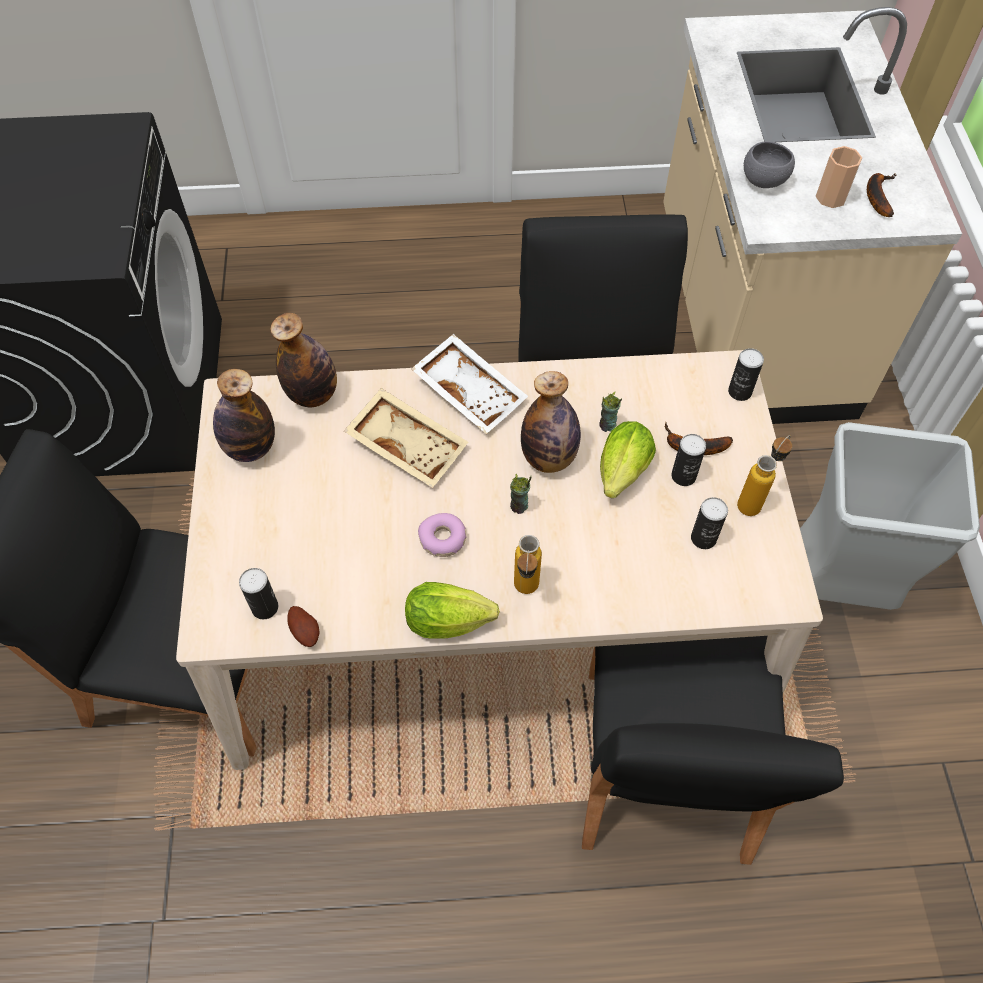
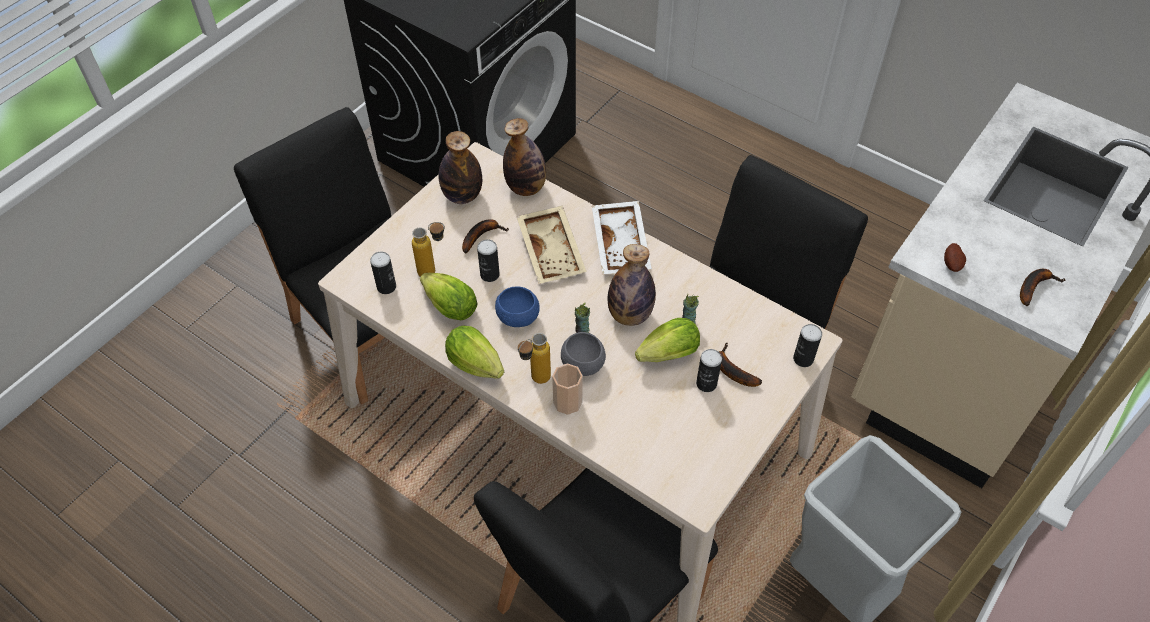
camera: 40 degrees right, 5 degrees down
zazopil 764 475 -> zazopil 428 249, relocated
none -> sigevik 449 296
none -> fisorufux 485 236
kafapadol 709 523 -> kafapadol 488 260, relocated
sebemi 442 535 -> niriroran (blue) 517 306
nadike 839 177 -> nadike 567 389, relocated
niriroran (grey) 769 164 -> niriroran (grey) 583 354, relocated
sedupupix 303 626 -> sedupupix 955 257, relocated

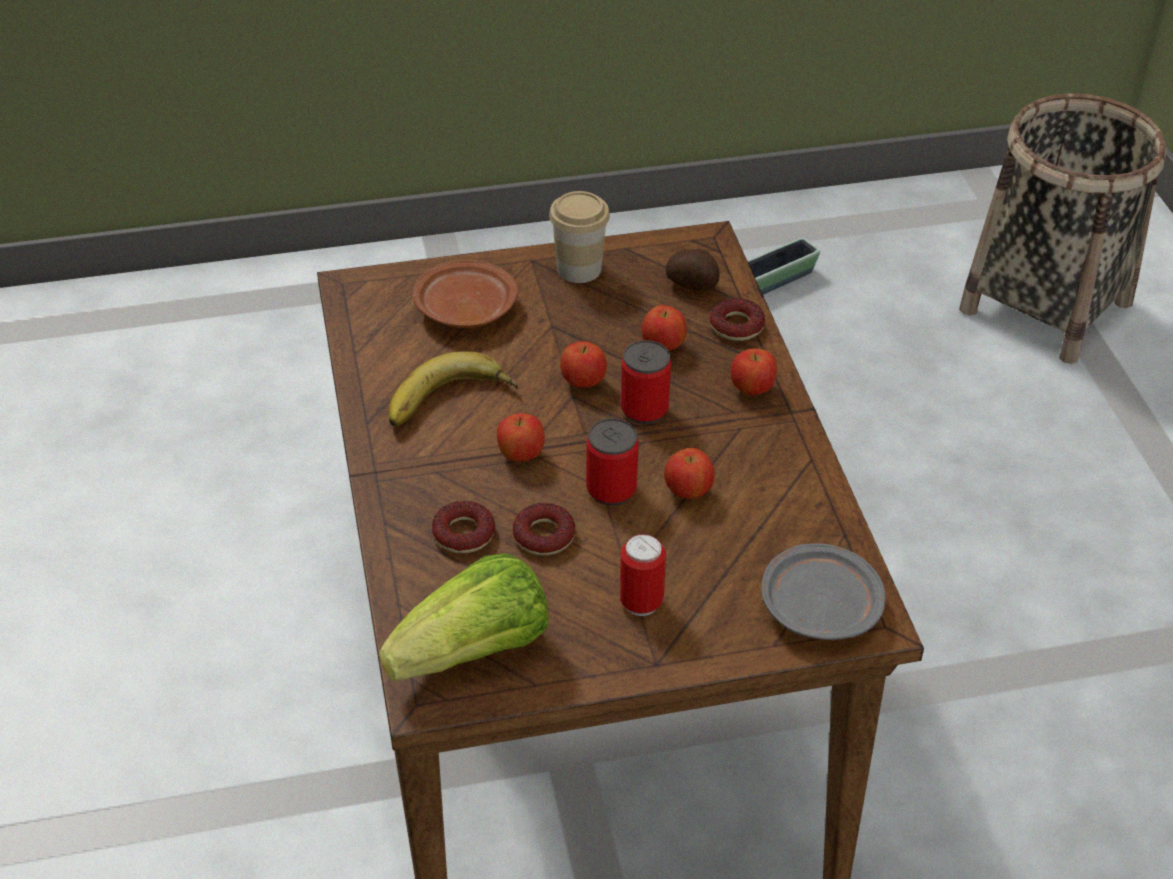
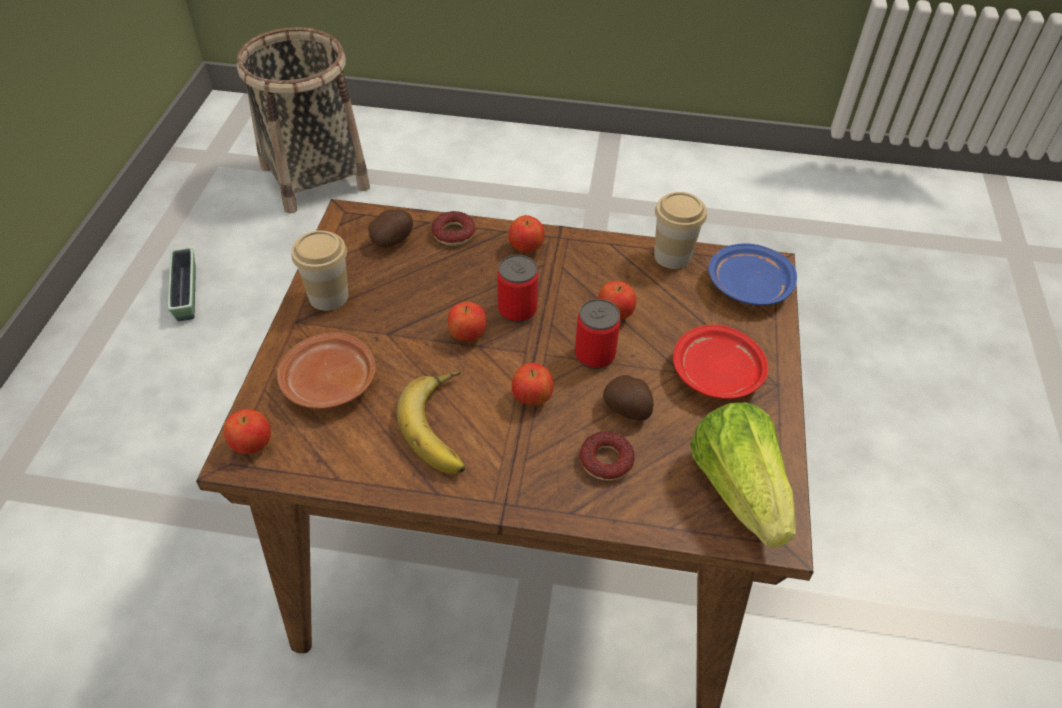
camera: 70 degrees left, 5 degrees up
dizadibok 664 328 -> dizadibok 247 431, relocated
sebemi 543 529 -> sedupupix 628 398
none -> nadike 680 230
kafapadol 643 575 -> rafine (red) 720 362
rafine (grey) 823 591 -> rafine (blue) 752 274

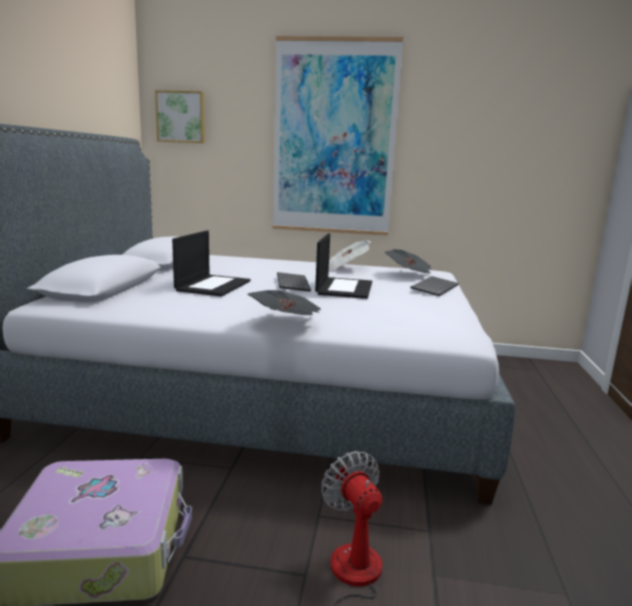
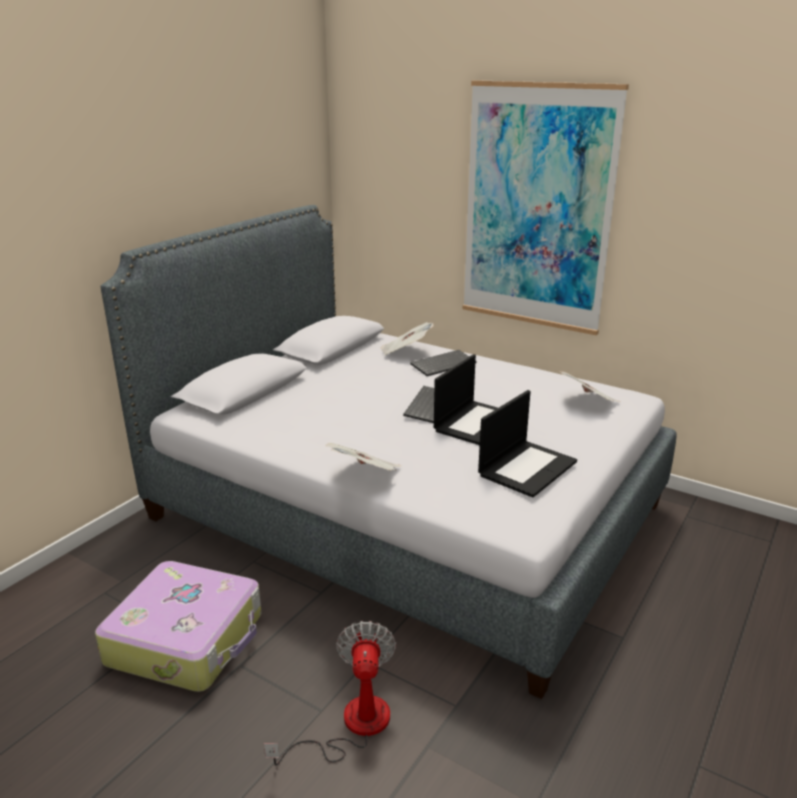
camera: 25 degrees right, 10 degrees up
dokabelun 350 254 -> dokabelun 407 338, relocated
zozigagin 434 286 -> zozigagin 443 363, relocated
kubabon 211 263 -> kubabon 527 444, relocated
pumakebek 180 116 -> none

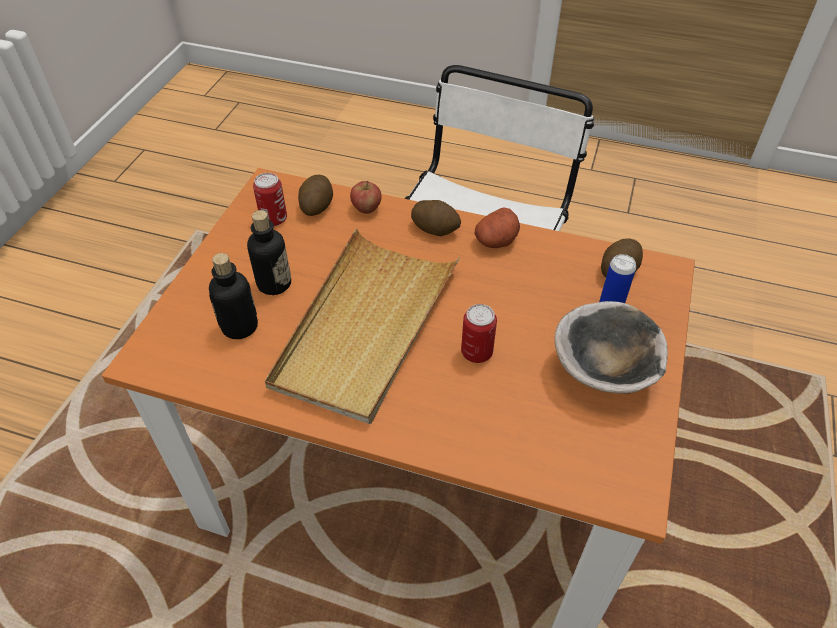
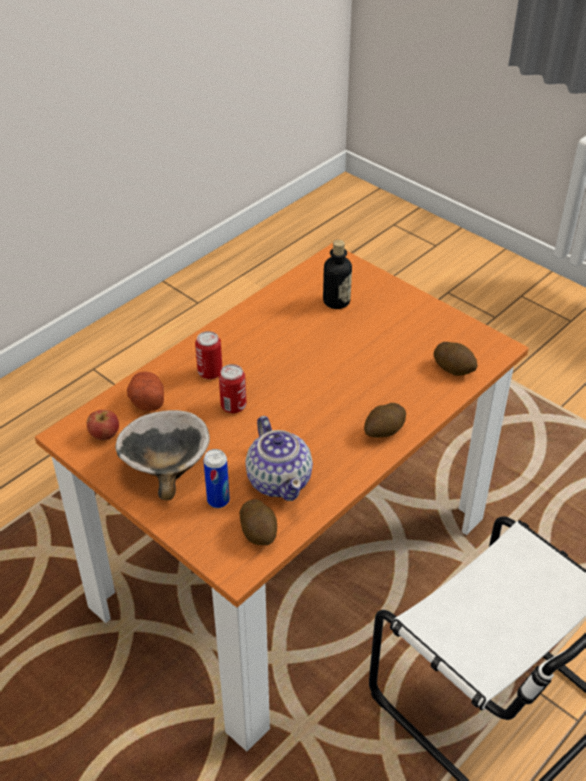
camera: 115 degrees right, 5 degrees down
dizadibok 365 197 -> dizadibok 103 425, relocated
sedupupix 497 227 -> sedupupix 145 391, relocated
kafapadol 270 199 -> kafapadol 208 355, relocated
none -> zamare 279 458
zazopil 269 252 -> none
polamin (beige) 363 326 -> none

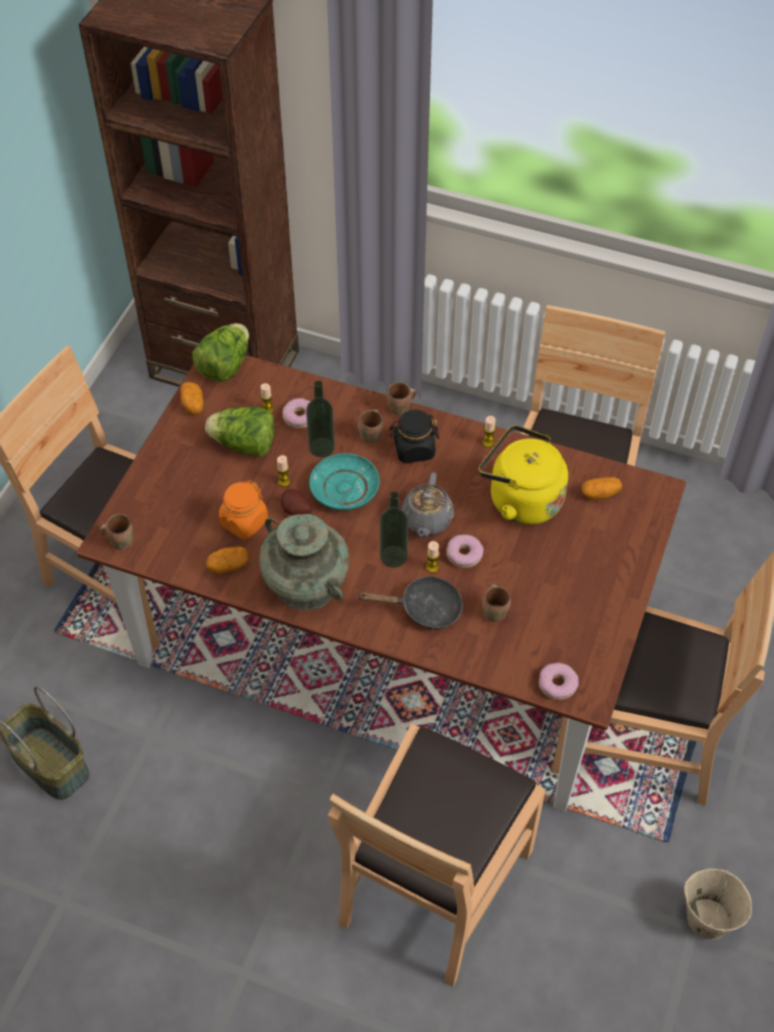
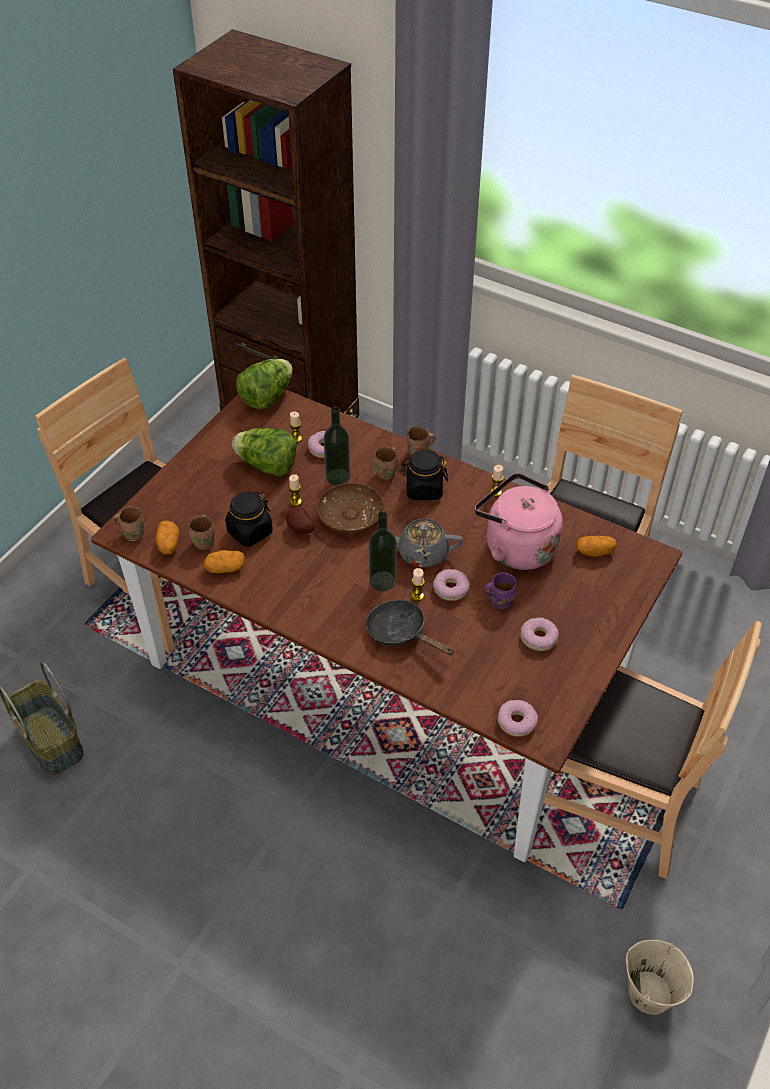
camera: 10 degrees right, 5 degrees down
sedupupix 192 398 -> sedupupix 167 537, relocated
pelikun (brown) 496 603 -> pelikun (brown) 201 532, relocated
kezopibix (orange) 243 509 -> kezopibix (black) 249 519
rafine (turquoise) 344 481 -> rafine (brown) 350 508
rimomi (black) 410 602 -> rimomi (black) 410 628, 150 degrees counterclockwise
zamare (grey) 427 505 -> zamare (grey) 426 542, 75 degrees clockwise
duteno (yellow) 523 475 -> duteno (pink) 519 521
none -> pelikun (purple) 500 590
none -> sebemi 540 634
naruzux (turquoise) 304 562 -> none
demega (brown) 437 855 -> none

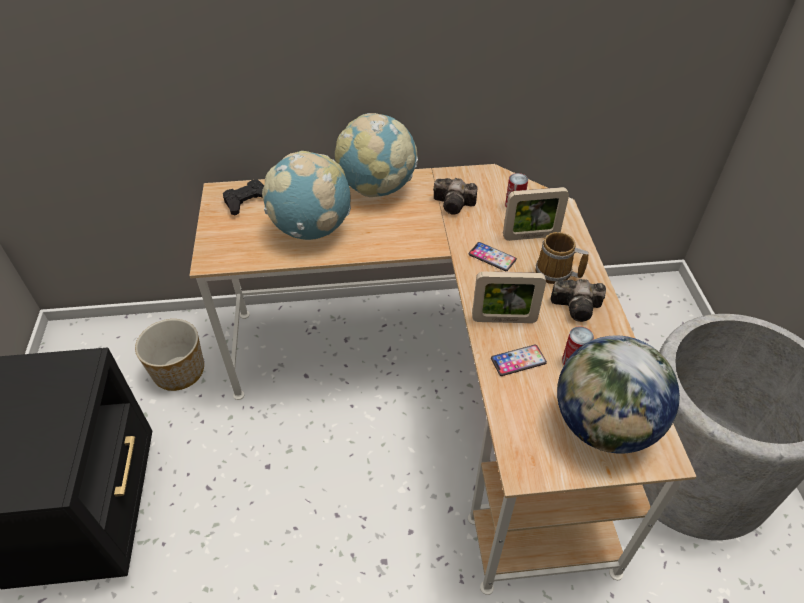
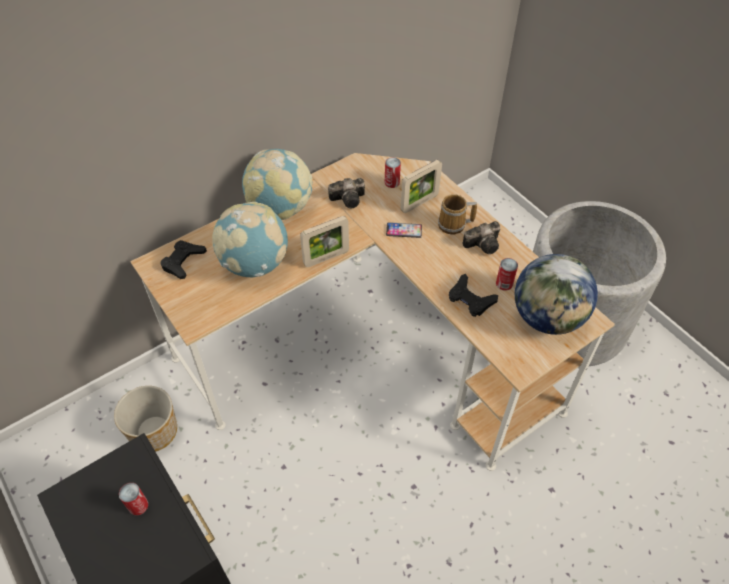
camera: 30 degrees left, 5 degrees up
none -> kafapadol 133 499
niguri 509 297 -> niguri 324 241, relocated
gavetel 519 360 -> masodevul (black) 473 295

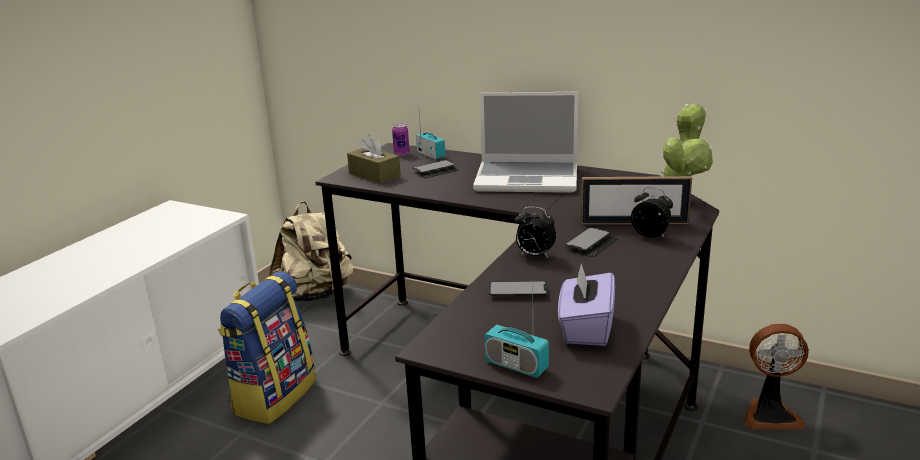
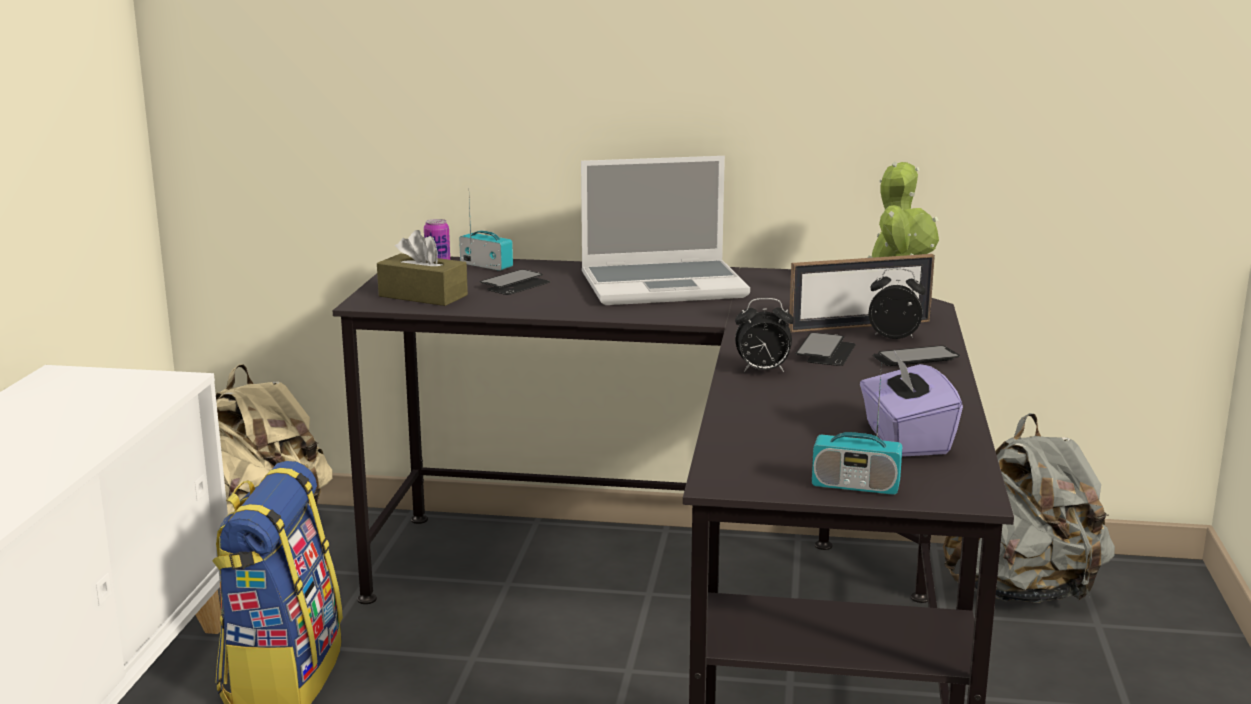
camera: 20 degrees left, 5 degrees down
gavetel 518 288 -> gavetel 916 355, relocated
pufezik 776 376 -> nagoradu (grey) 1029 508

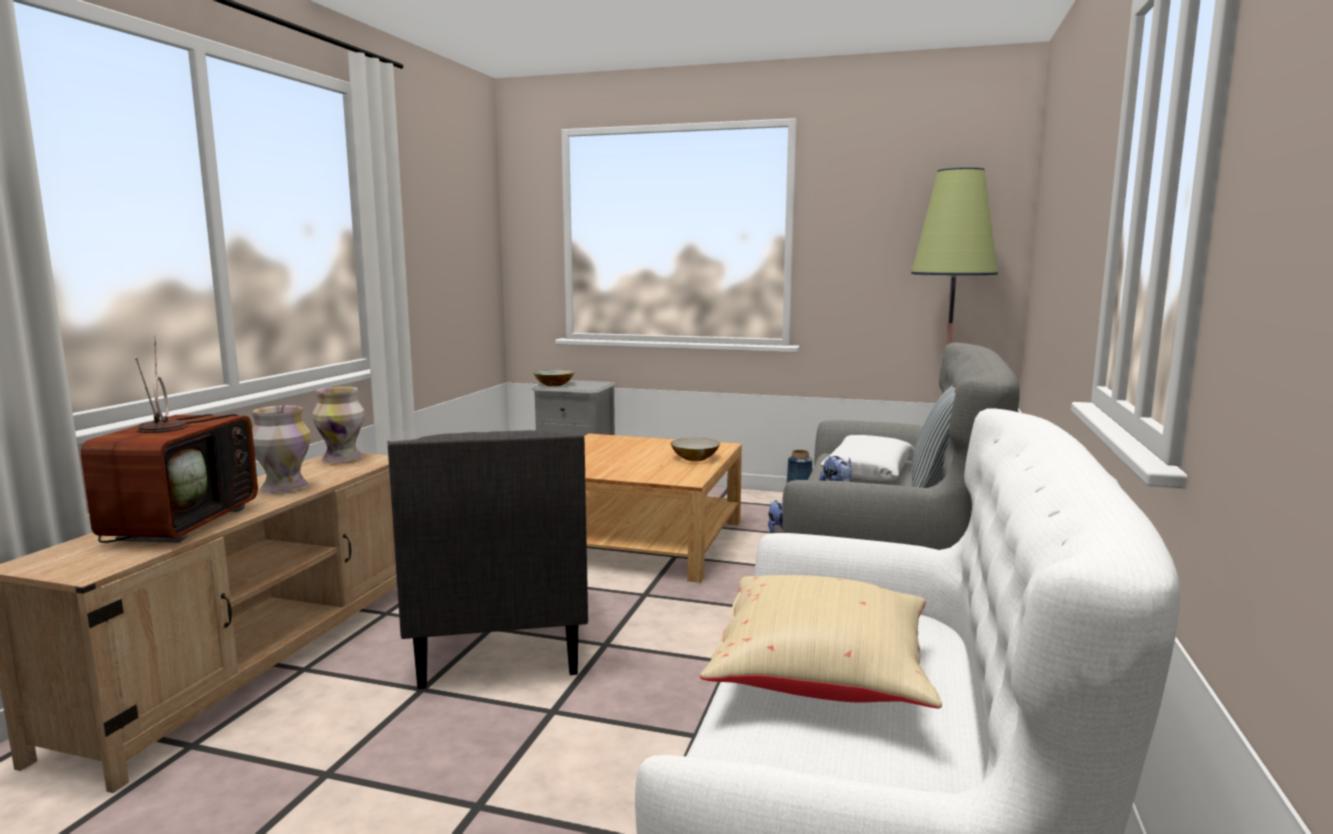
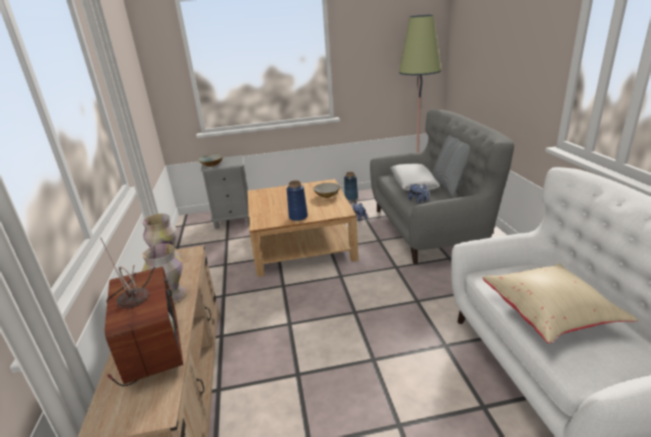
camera: 25 degrees left, 15 degrees up
none -> naruzux (blue) 297 200
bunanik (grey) 487 559 -> none

